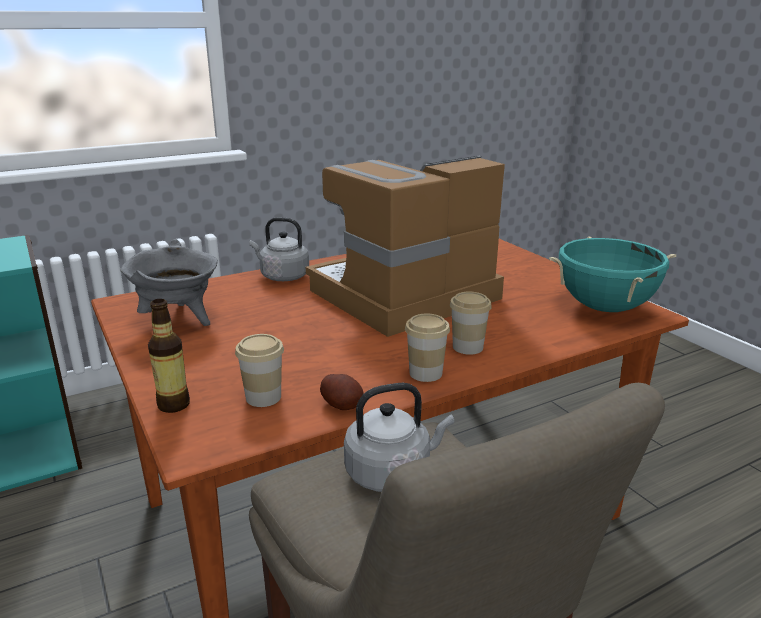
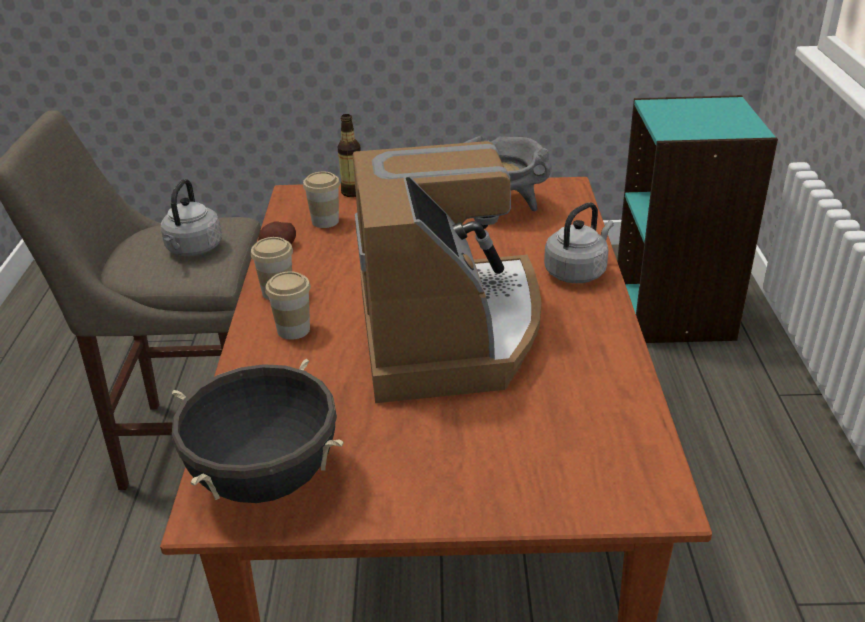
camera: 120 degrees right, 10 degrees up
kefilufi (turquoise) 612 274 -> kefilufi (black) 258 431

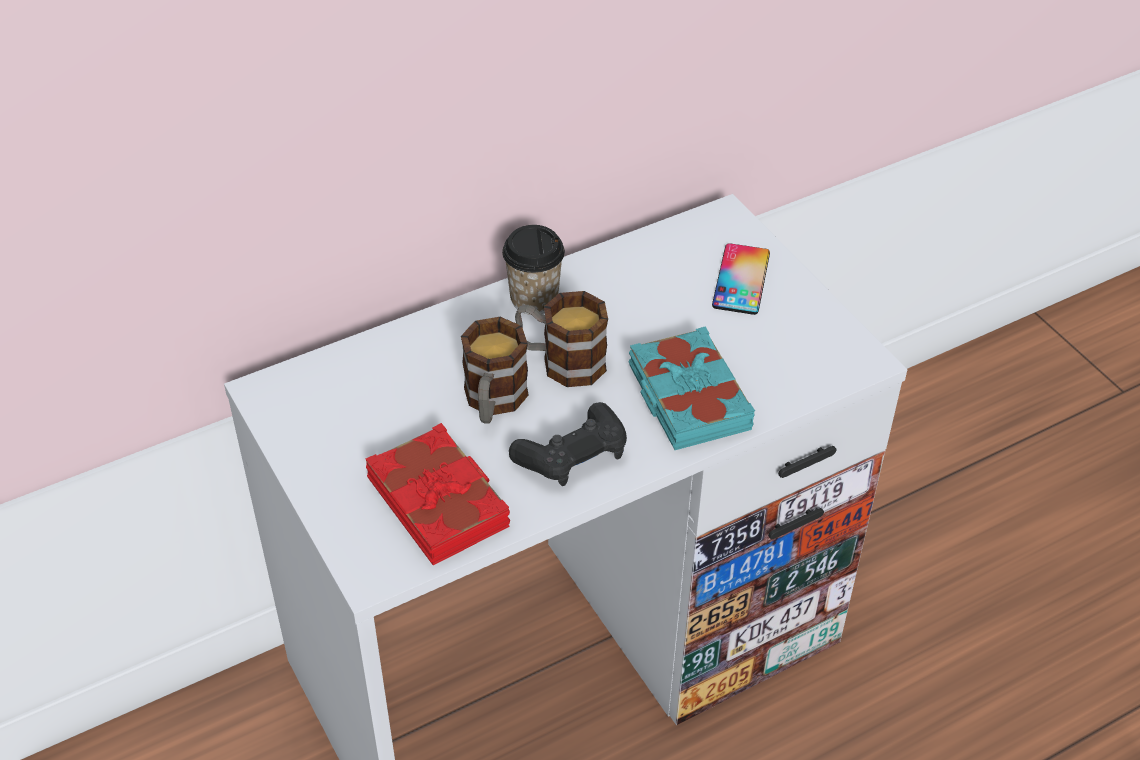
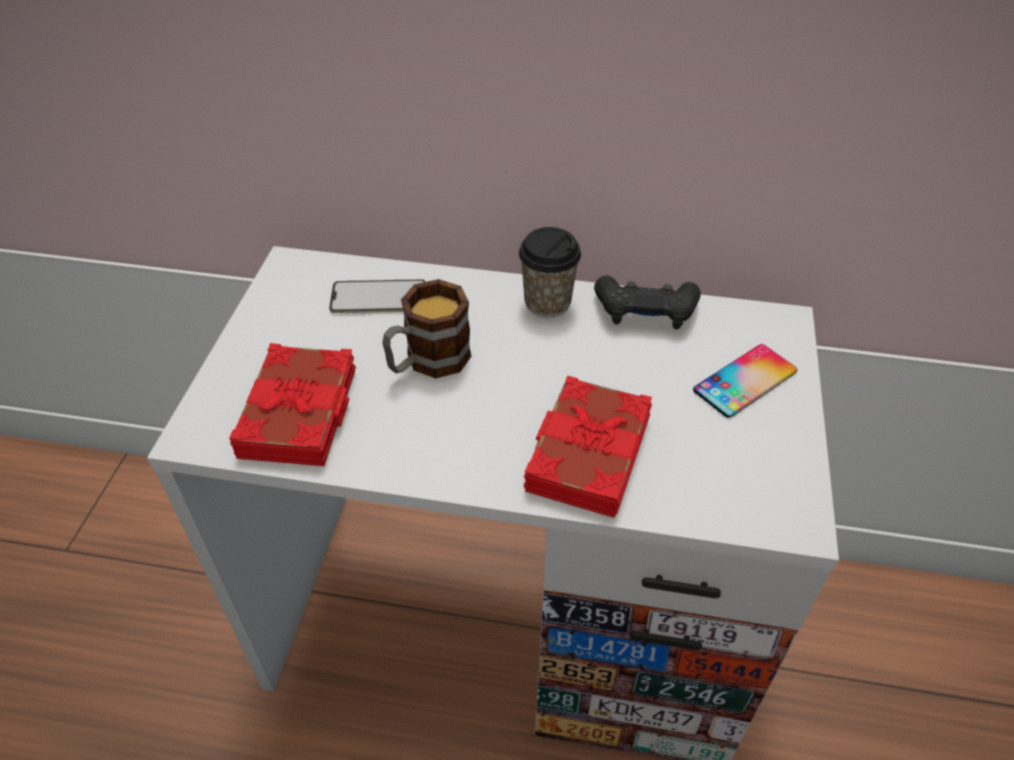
camera: 40 degrees right, 0 degrees up
none -> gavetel 377 296
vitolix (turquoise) 692 388 -> vitolix (red) 588 447
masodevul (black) 568 444 -> masodevul (black) 647 302, relocated
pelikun 561 339 -> none

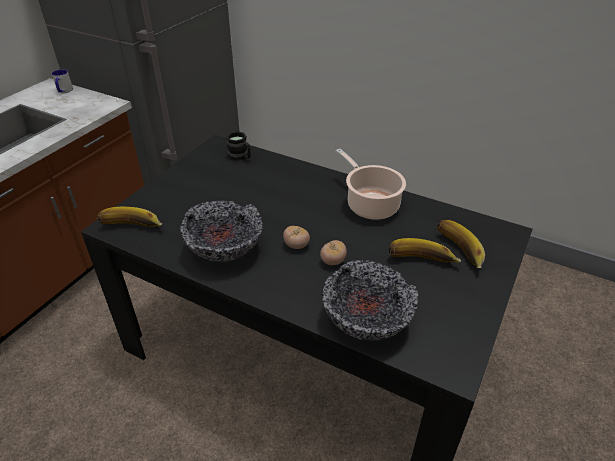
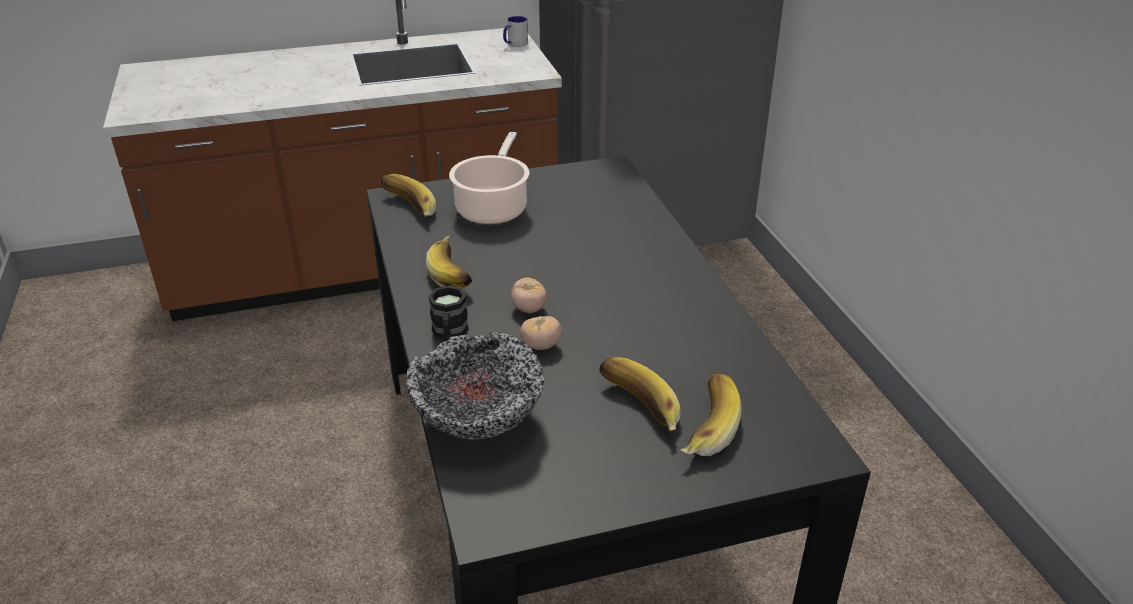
camera: 45 degrees right, 5 degrees down
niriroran 221 231 -> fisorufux 449 262
pelikun (black) 238 146 -> pelikun (black) 448 313, relocated
kefilufi 371 184 -> kefilufi 489 178, relocated

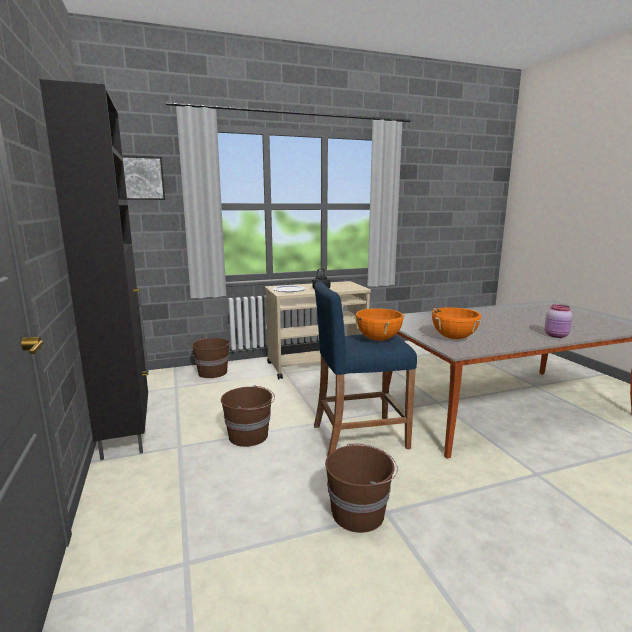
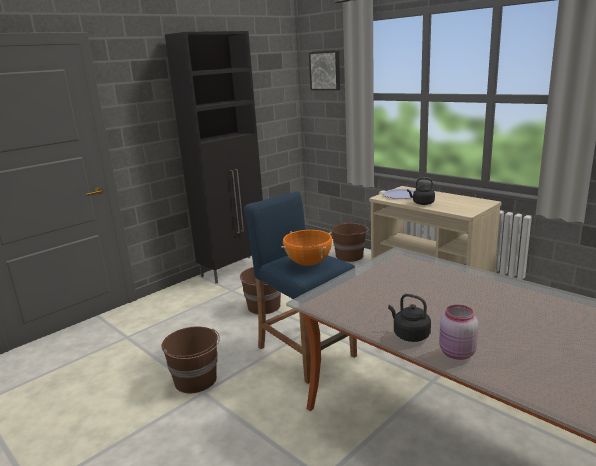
camera: 65 degrees right, 5 degrees up
none -> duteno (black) 409 318
kefilufi (orange) 456 323 -> none

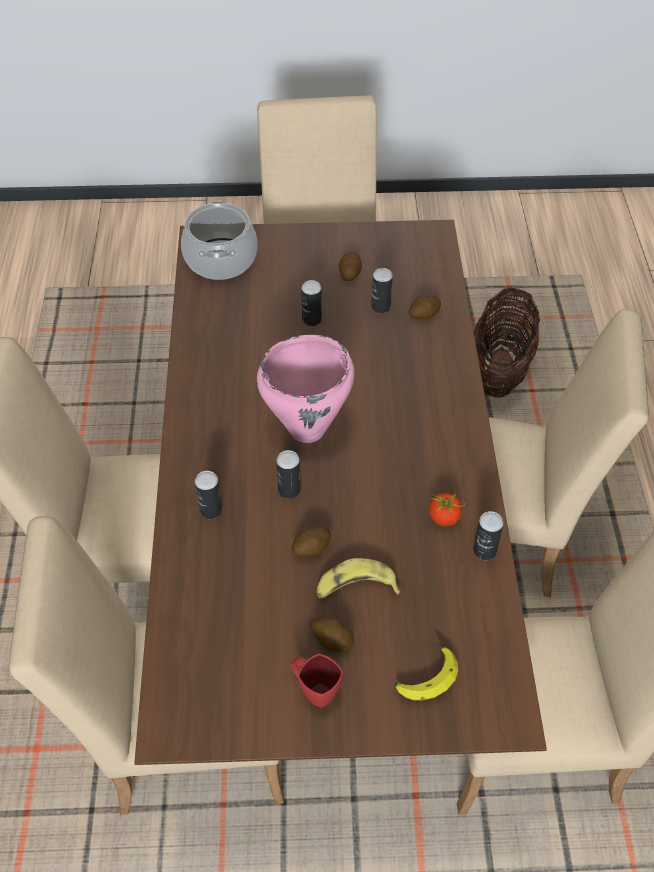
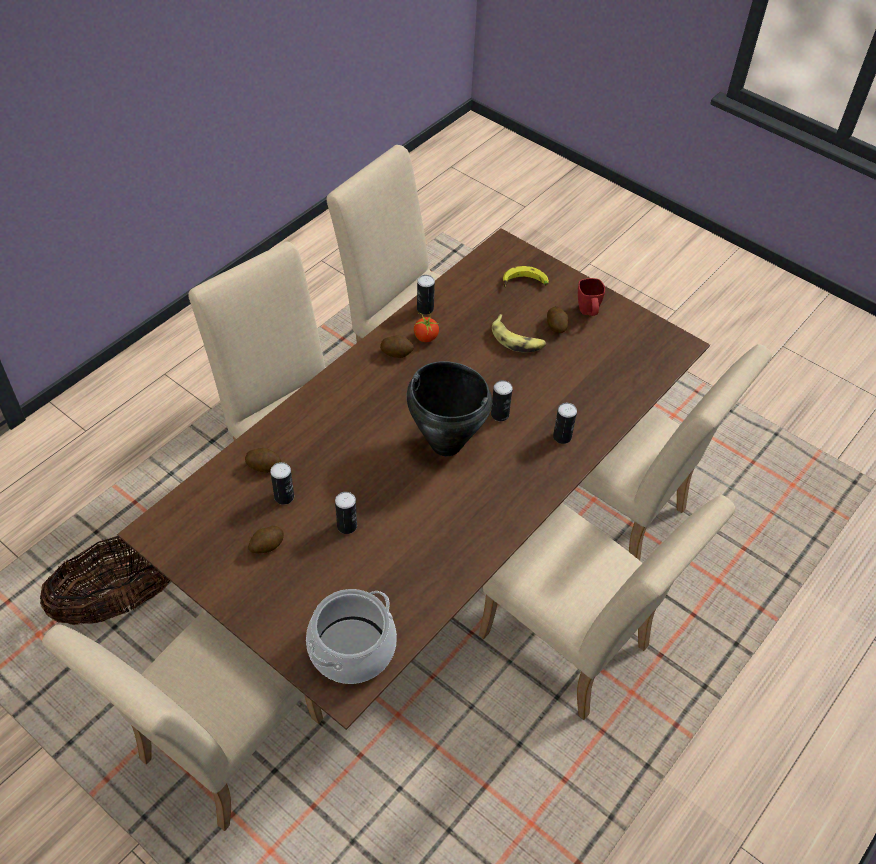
camera: 140 degrees left, 0 degrees up
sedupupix 311 541 -> sedupupix 397 346, relocated
kefilufi (pink) 306 389 -> kefilufi (black) 449 408

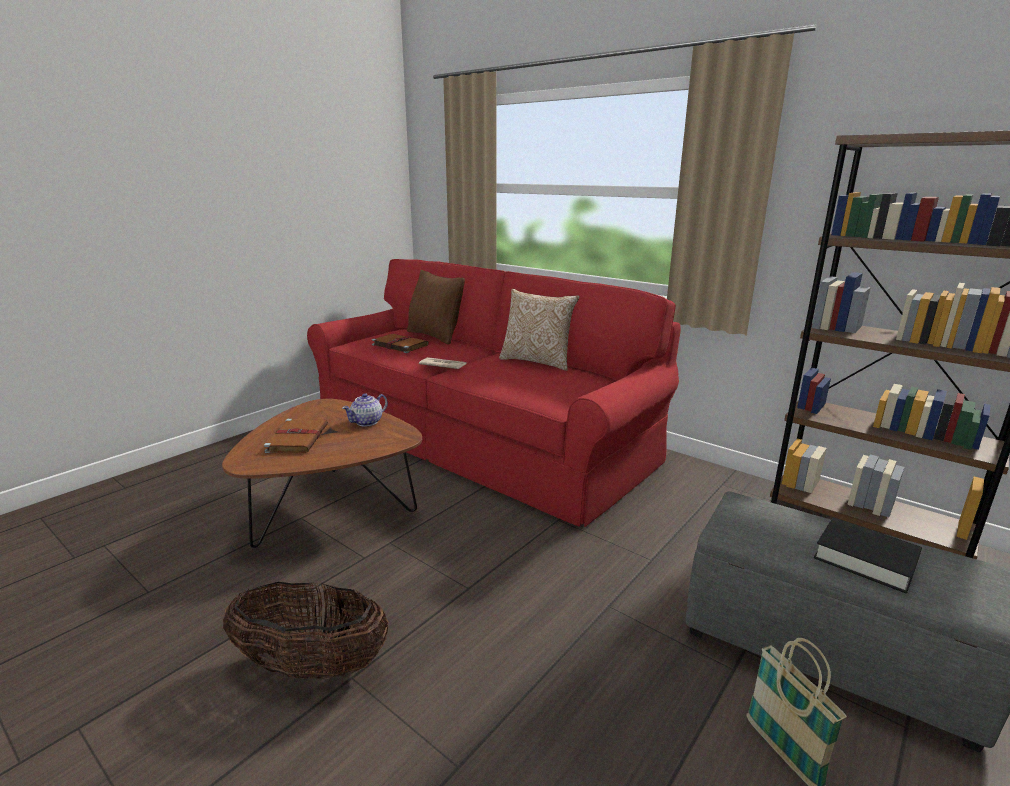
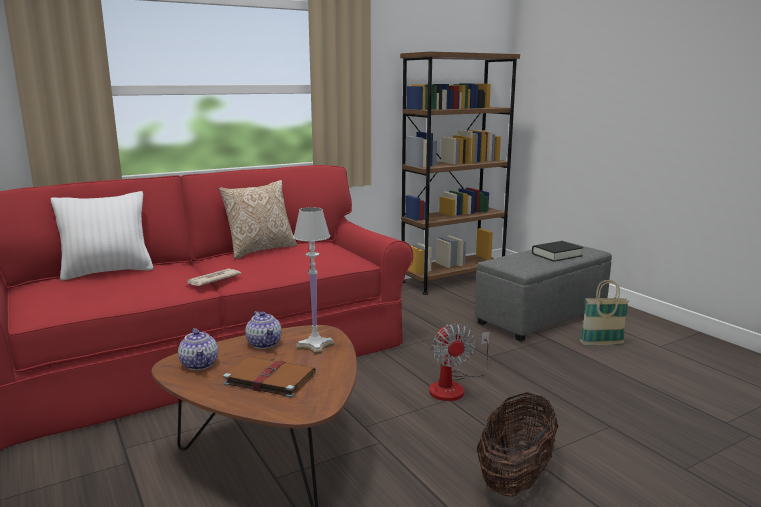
camera: 70 degrees left, 5 degrees down
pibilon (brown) 436 307 -> pibilon (white) 102 236
none -> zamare 198 349
none -> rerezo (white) 314 280
none -> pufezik 459 362
vitolix (brown) 400 343 -> none

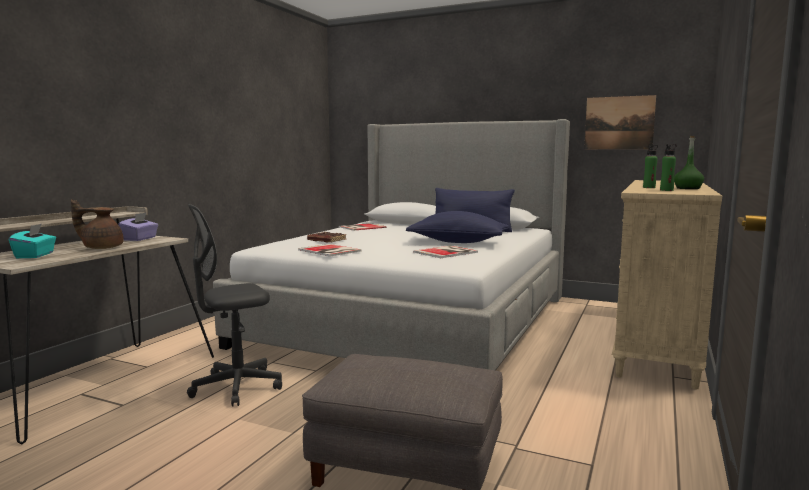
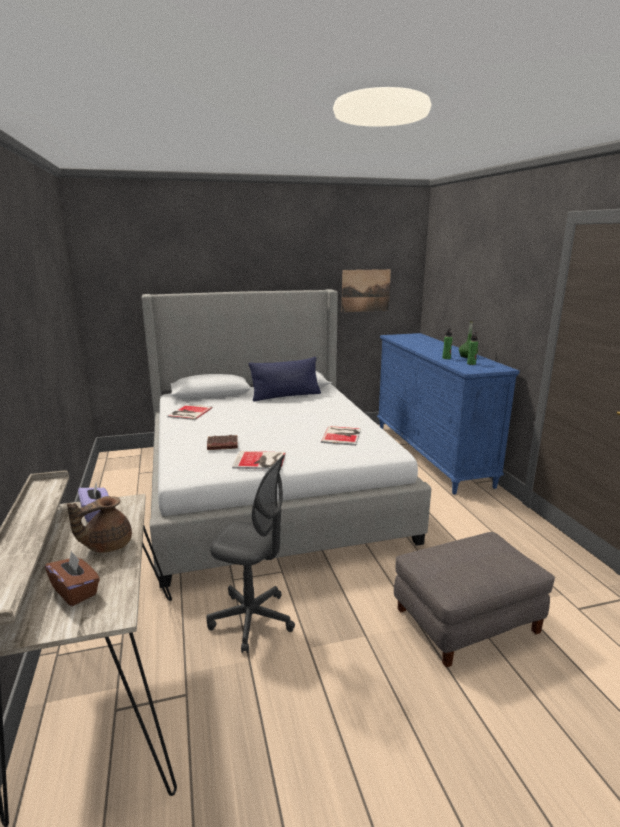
camera: 40 degrees left, 10 degrees up
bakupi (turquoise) 32 241 -> bakupi (brown) 72 578
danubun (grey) 234 305 -> danubun (grey) 251 554, 90 degrees counterclockwise
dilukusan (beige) 667 284 -> dilukusan (blue) 448 413
pibilon (blue) 457 227 -> none

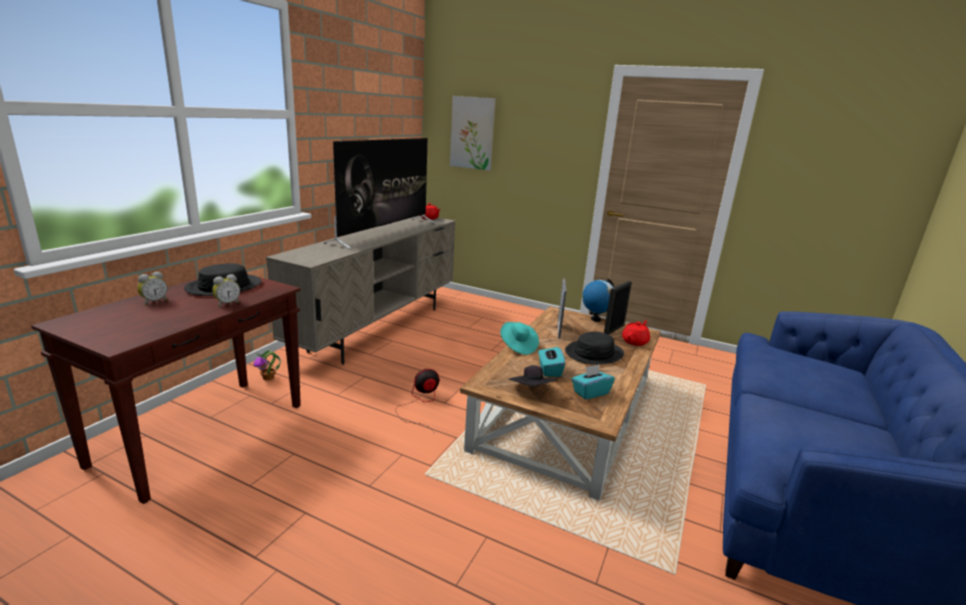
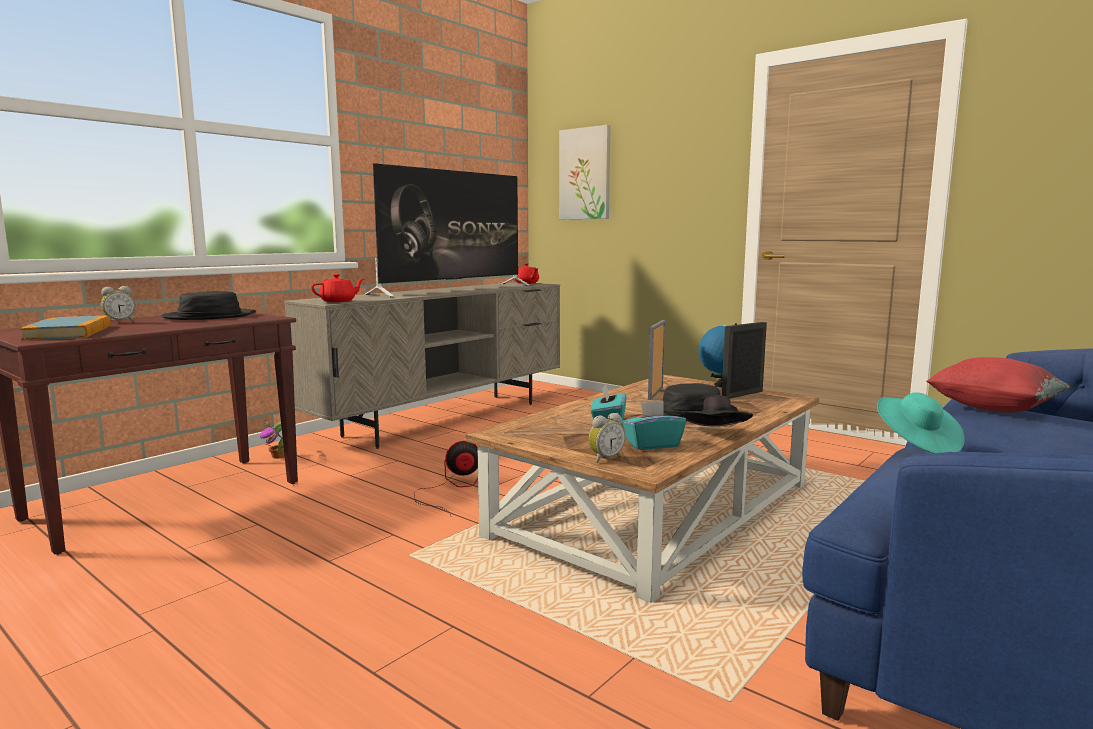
camera: 15 degrees right, 10 degrees down
none -> vitolix 65 327
zamare (red) 636 333 -> zamare (red) 337 288, relocated
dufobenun 226 290 -> dufobenun 607 438, relocated
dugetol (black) 533 375 -> dugetol (black) 717 411, relocated
dugetol (turquoise) 519 338 -> dugetol (turquoise) 921 422, relocated
none -> pibilon (red) 998 385

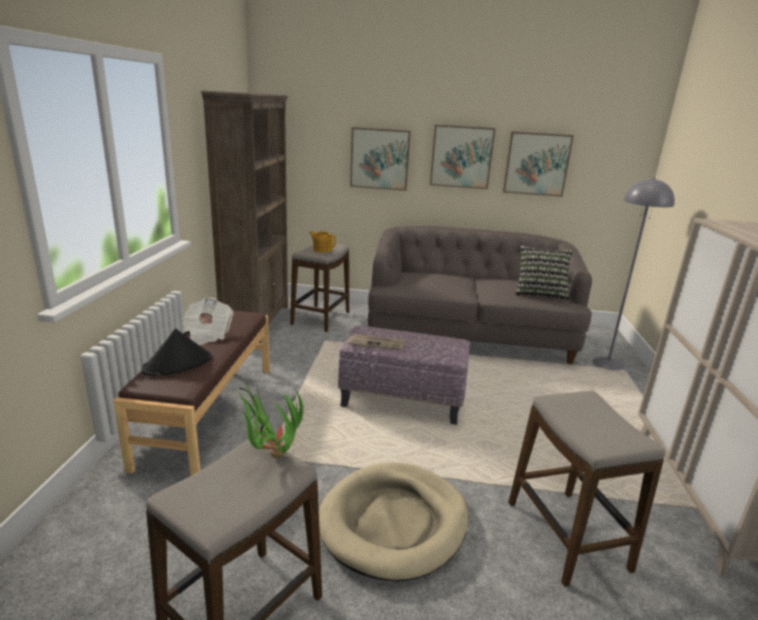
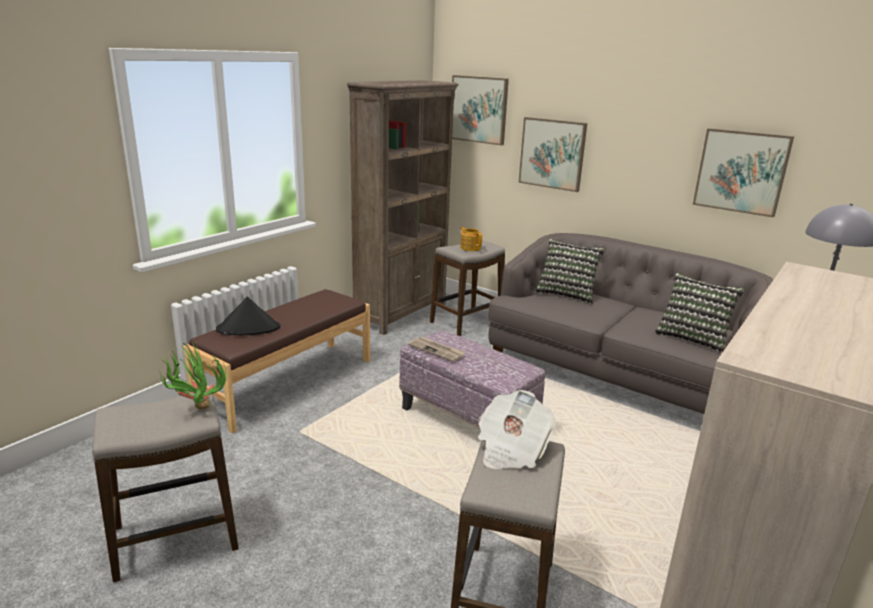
camera: 30 degrees right, 0 degrees up
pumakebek 463 156 -> pumakebek 480 110, relocated
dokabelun 208 321 -> dokabelun 517 429, relocated
none -> pibilon 570 271
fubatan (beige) 393 521 -> none

